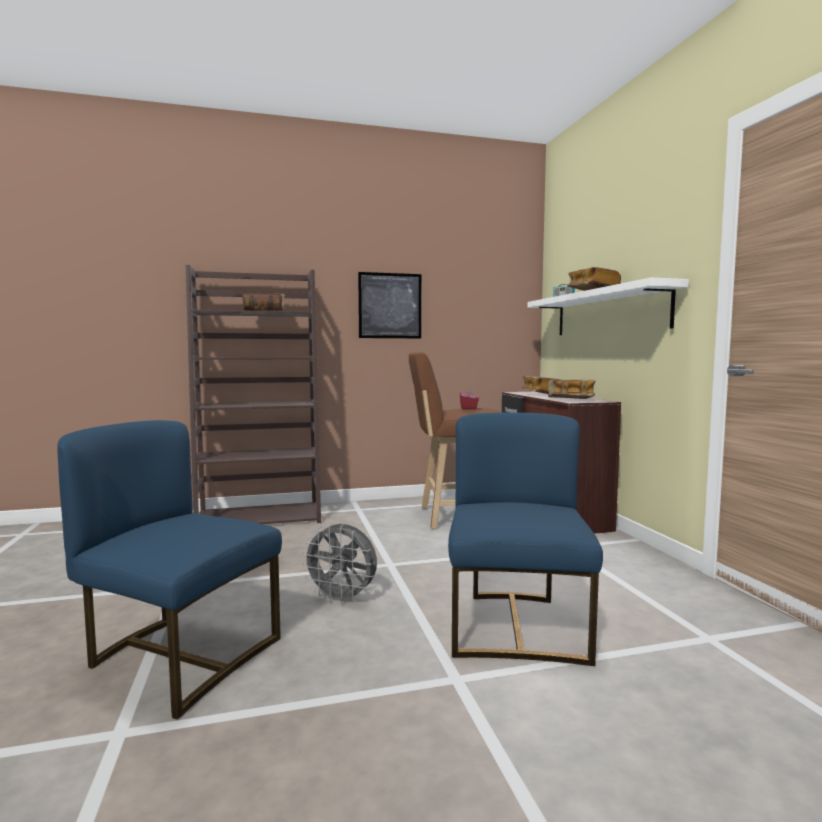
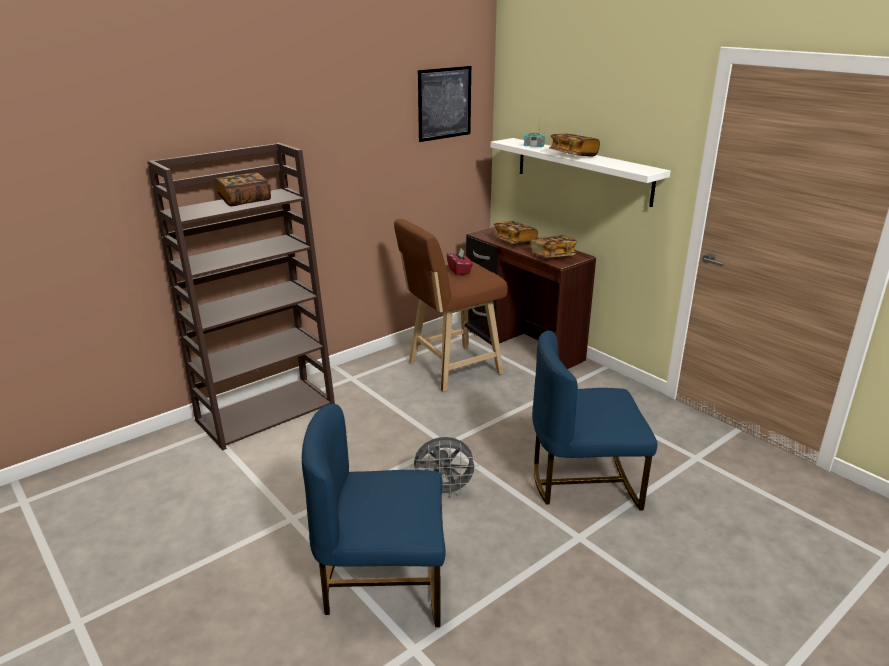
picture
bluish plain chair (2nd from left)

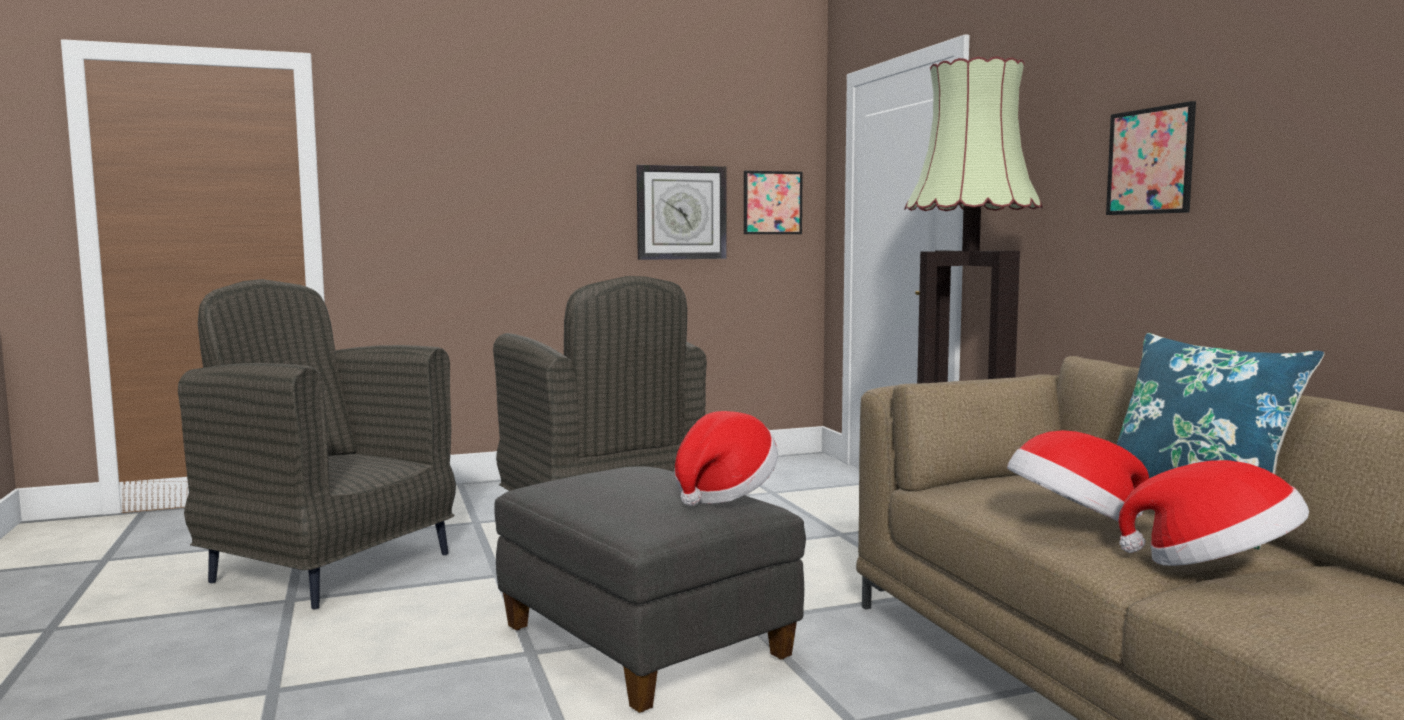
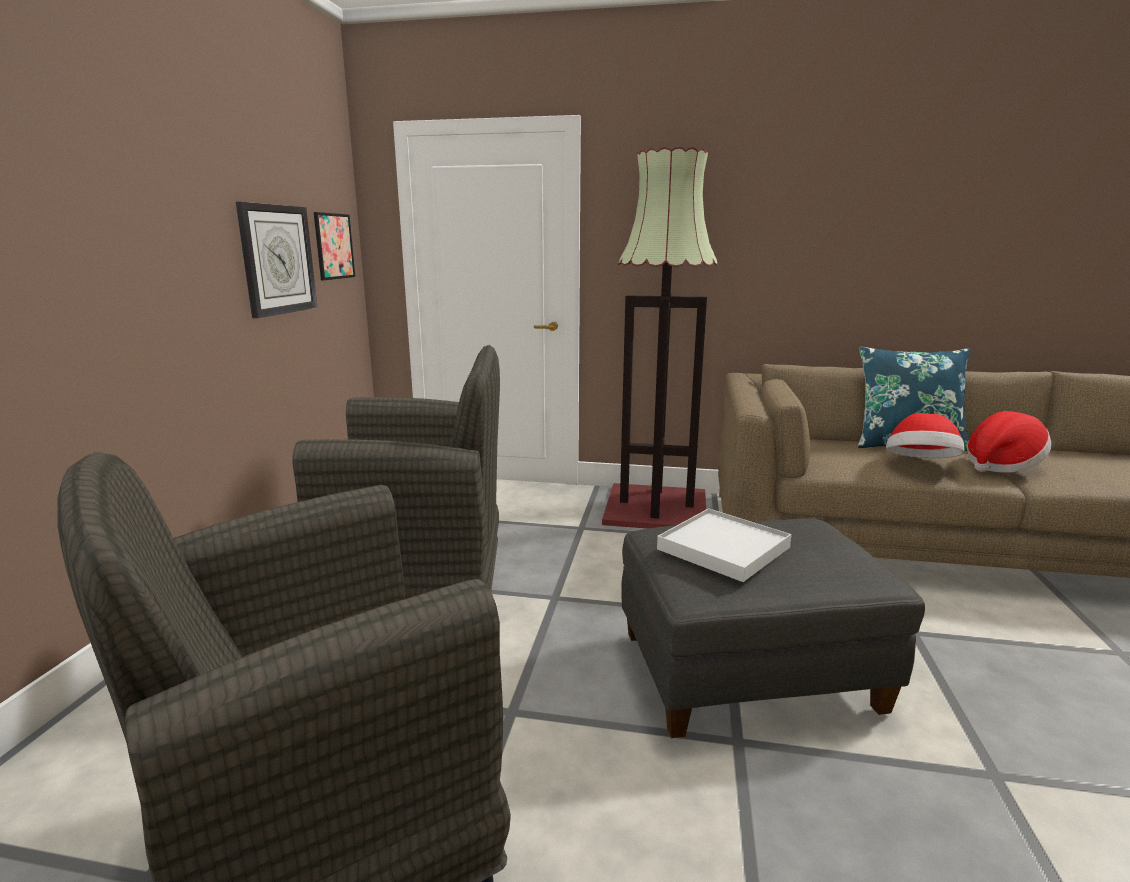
wearable hat (1st from left in the first image)
picture (2nd from left in the first image)
white-coloured carrying tray

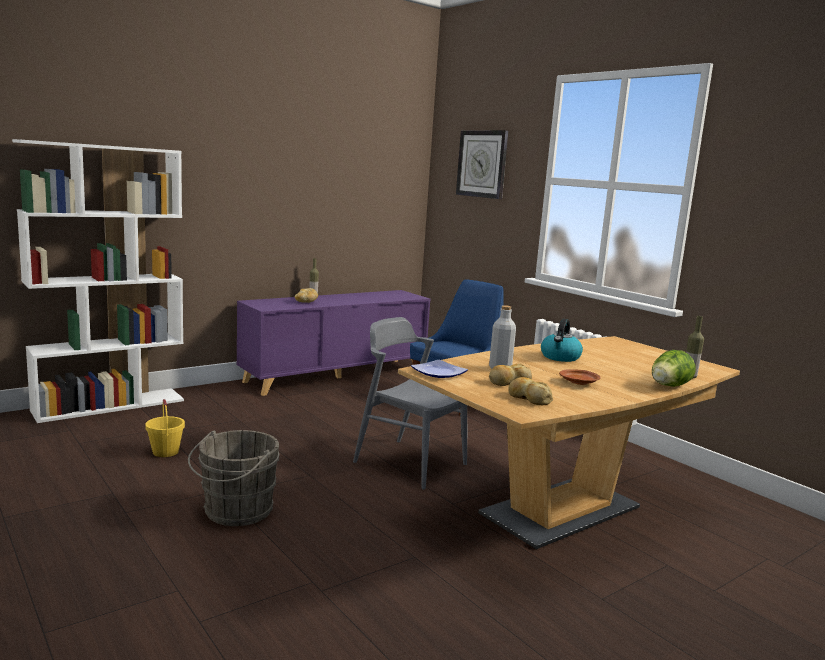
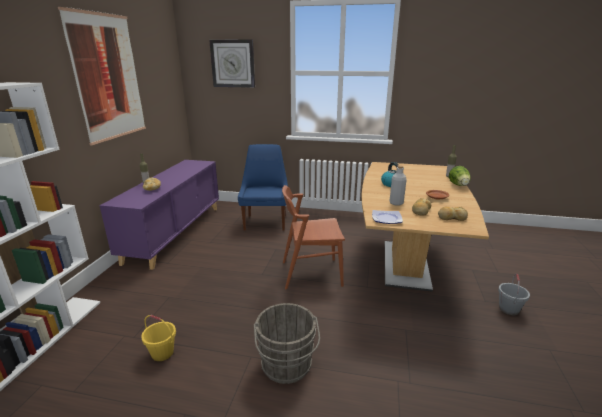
picture
greyish bucket (2nd from left)
brown-coloured plain chair

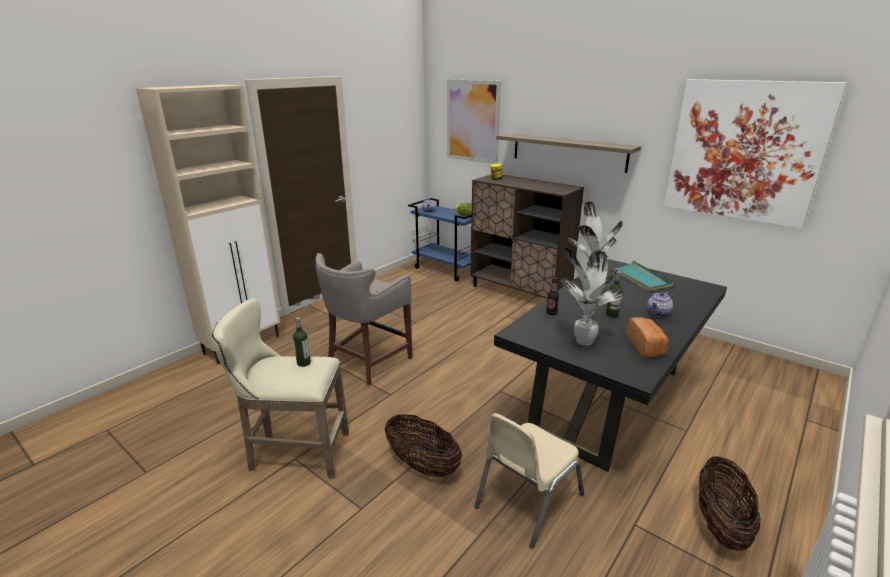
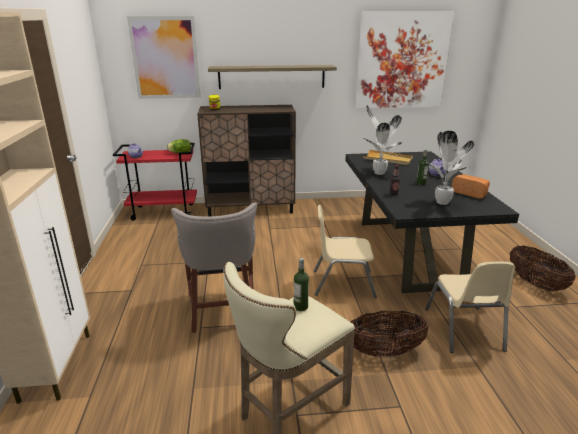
beige plain chair (1st from left)
red-coloured cart
beige carrying tray

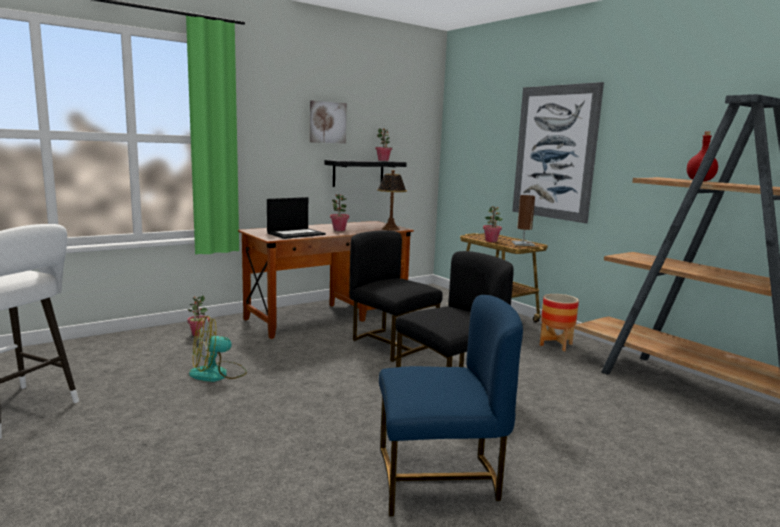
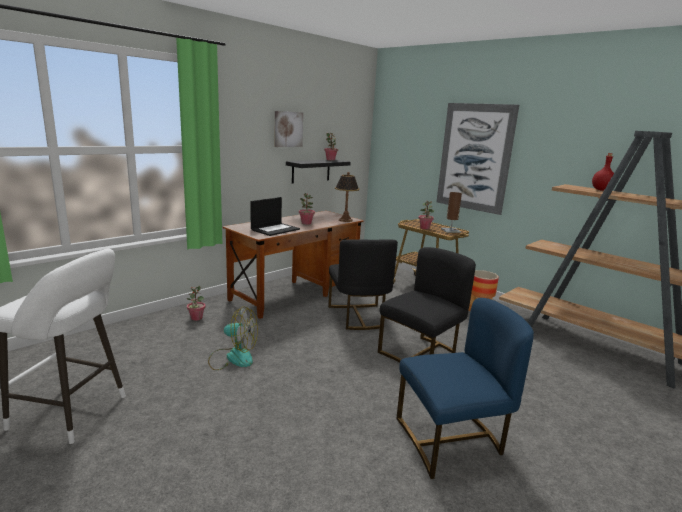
electric fan
black plain chair (1st from left)

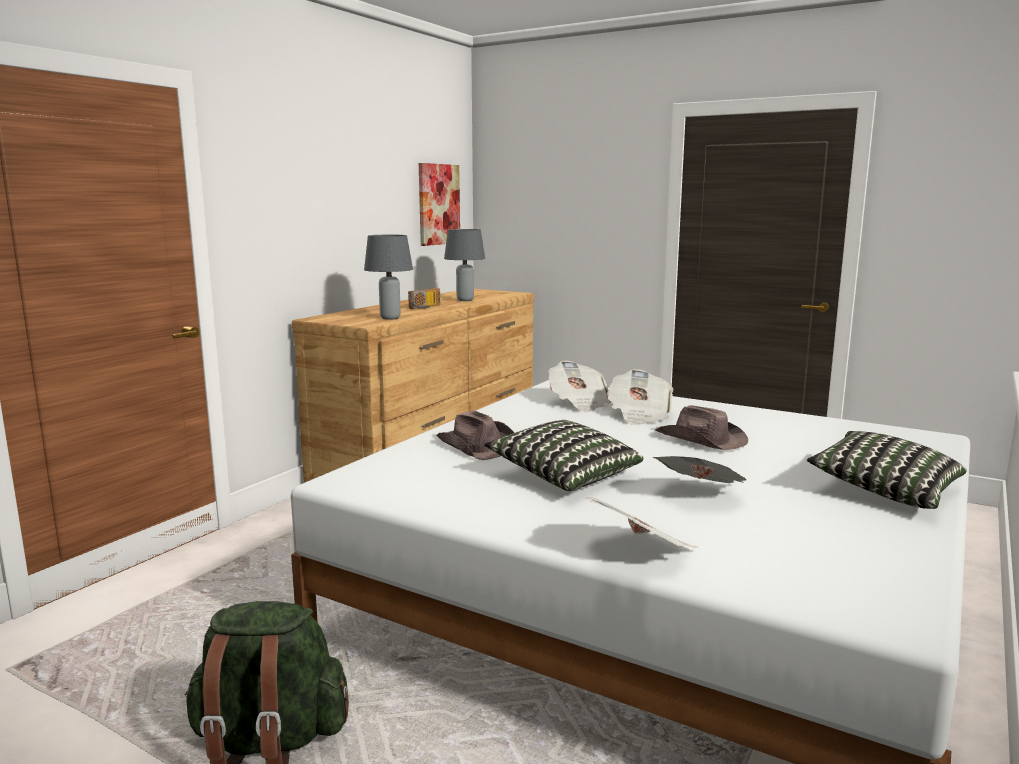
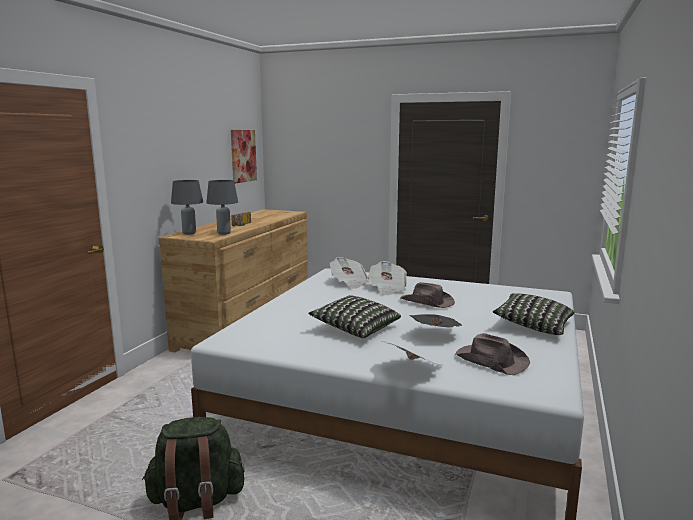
brown-coloured wearable hat (2nd from left)
greyish tabletop lamp (1st from left)

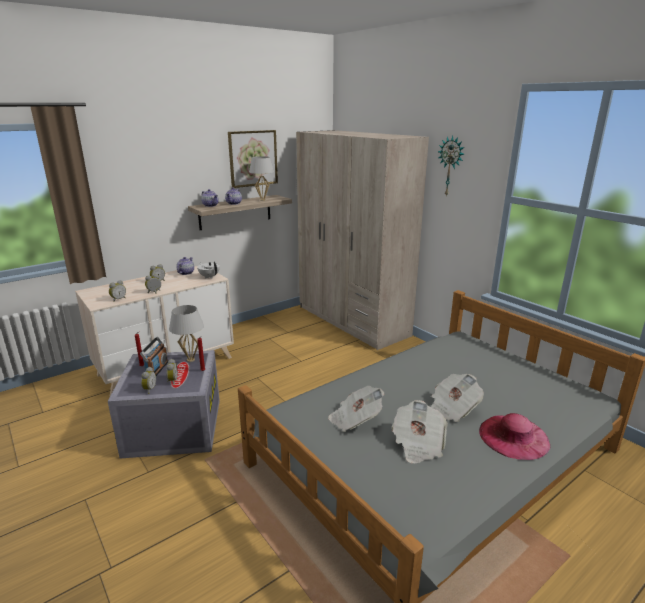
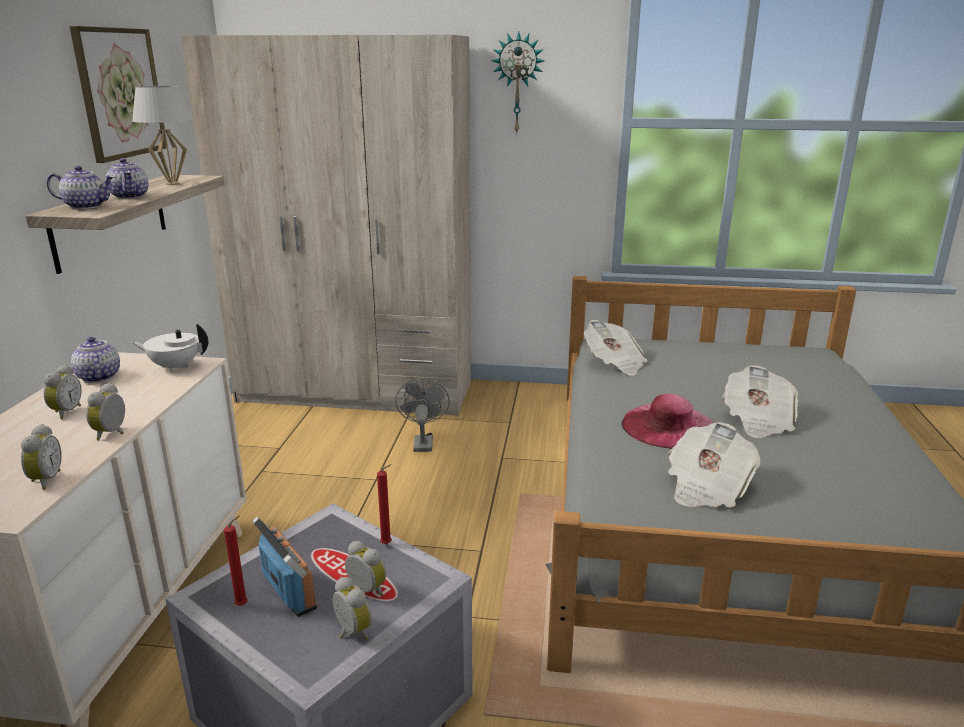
white-coloured tabletop lamp (1st from left in the first image)
greyish electric fan
newspaper (1st from left)
pink-coloured wearable hat

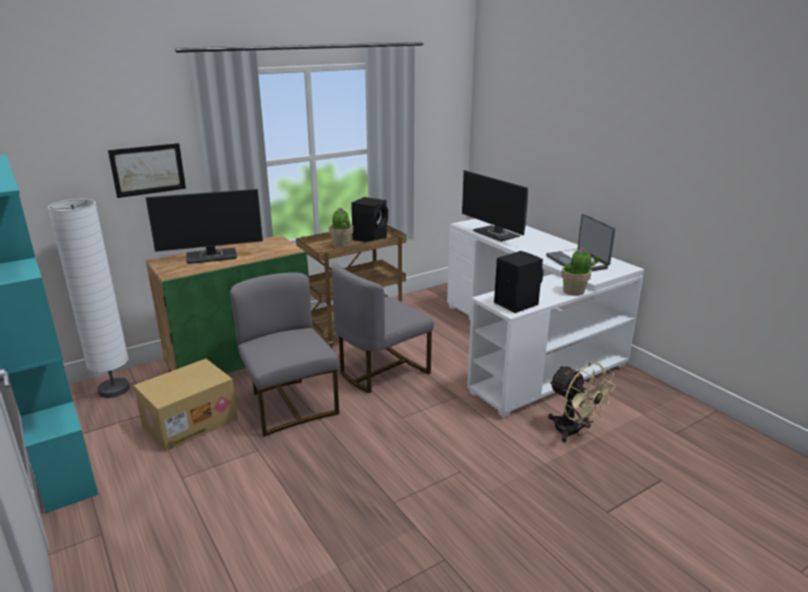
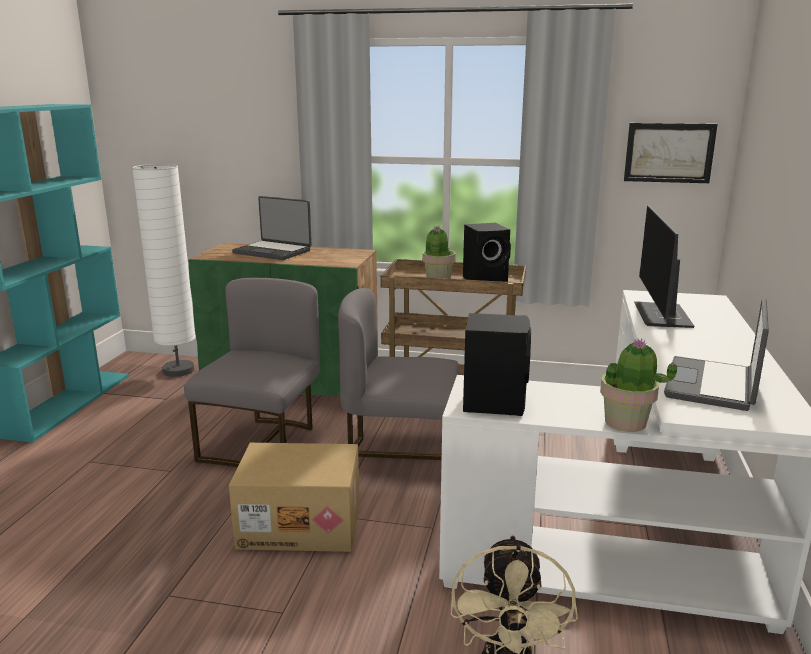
picture
carton
notebook computer (1st from left)

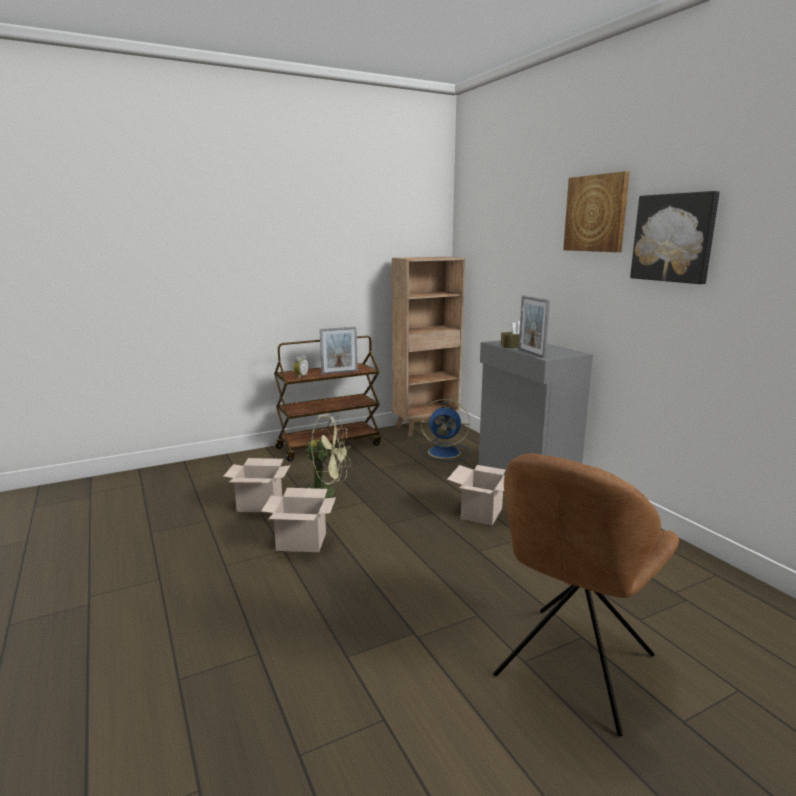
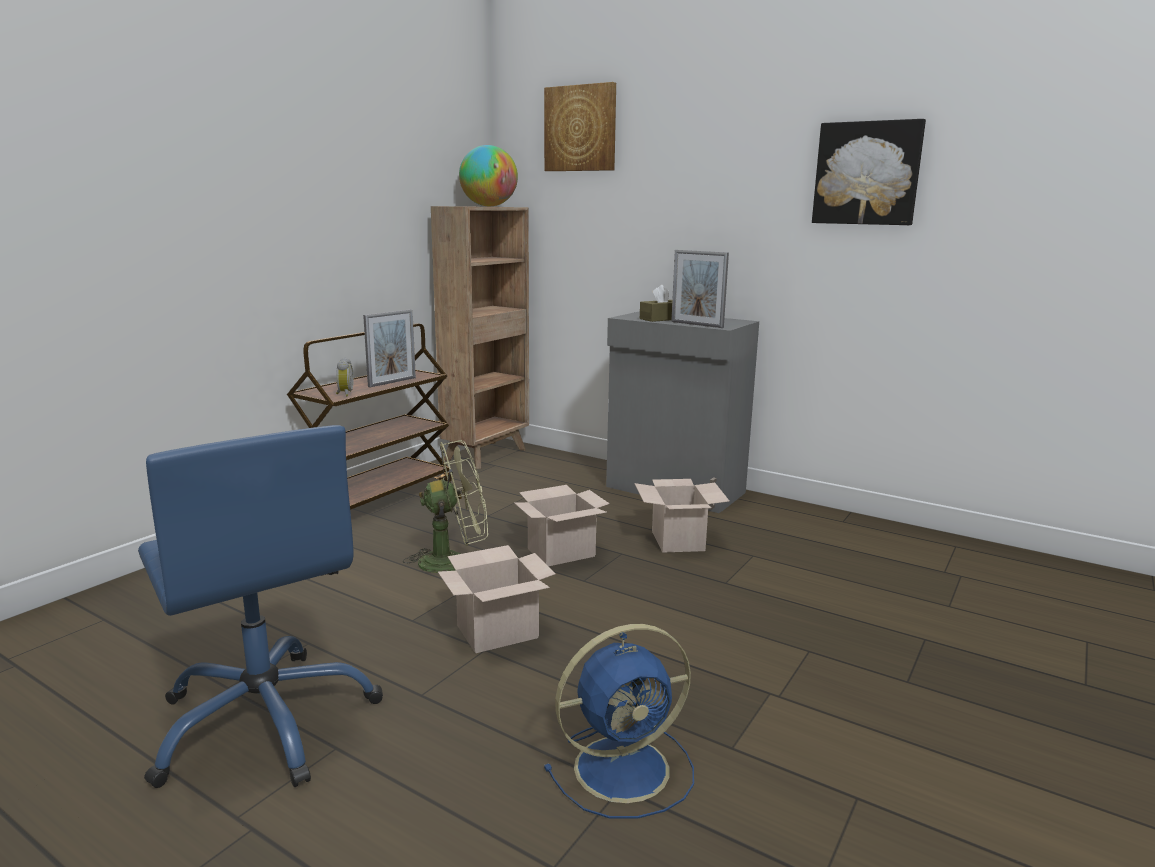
brown-coloured plain chair
bluish computer chair
desk globe
carton (2nd from left)
bluish electric fan
picture (1st from left)

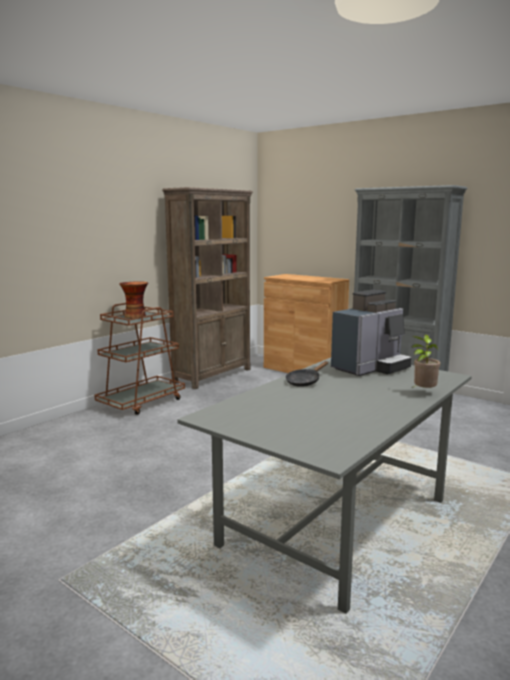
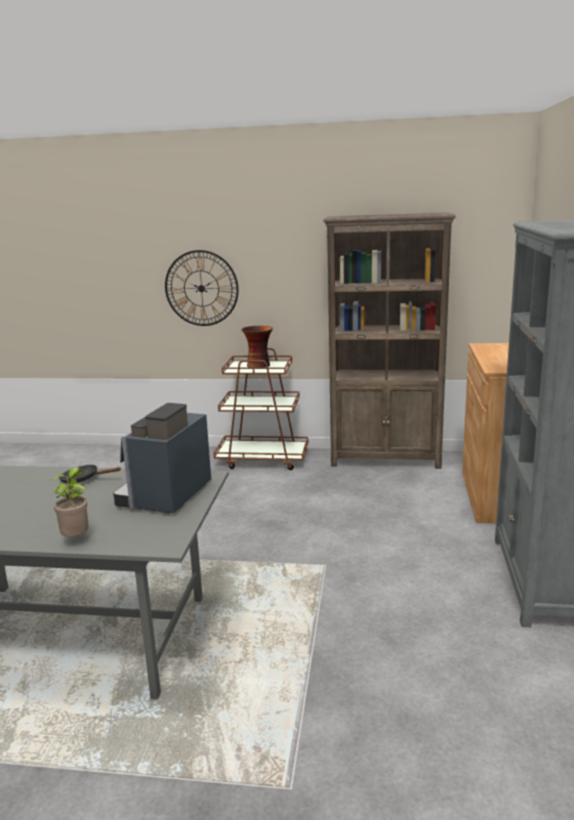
clock on the wall
coffee maker

